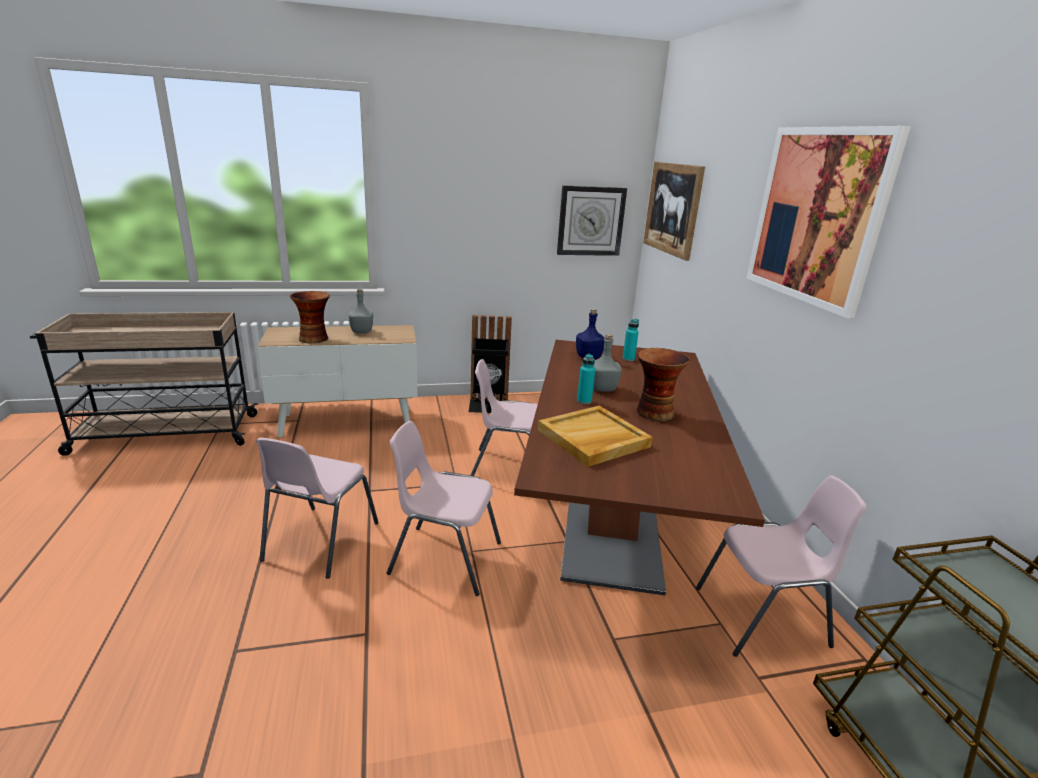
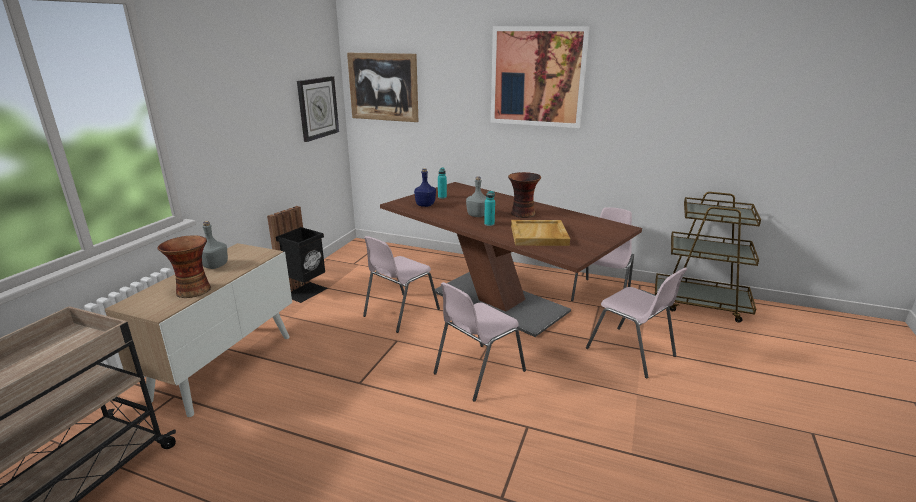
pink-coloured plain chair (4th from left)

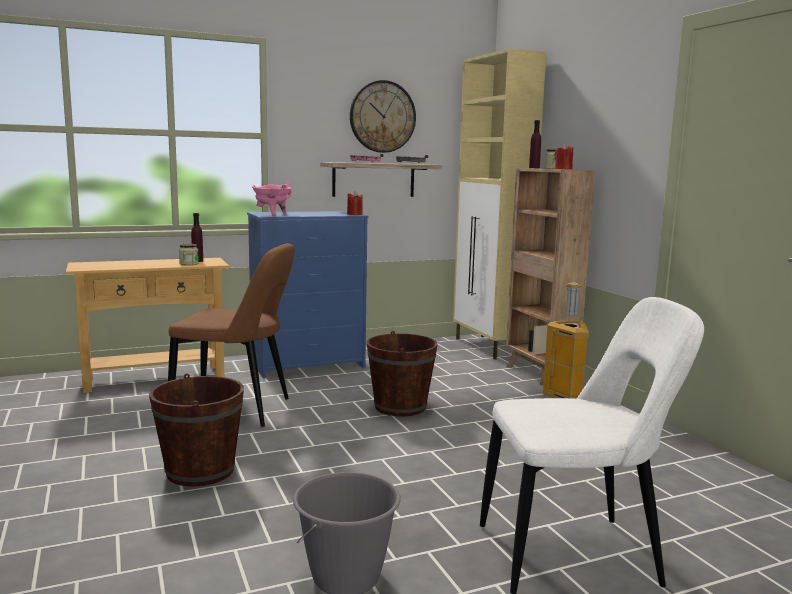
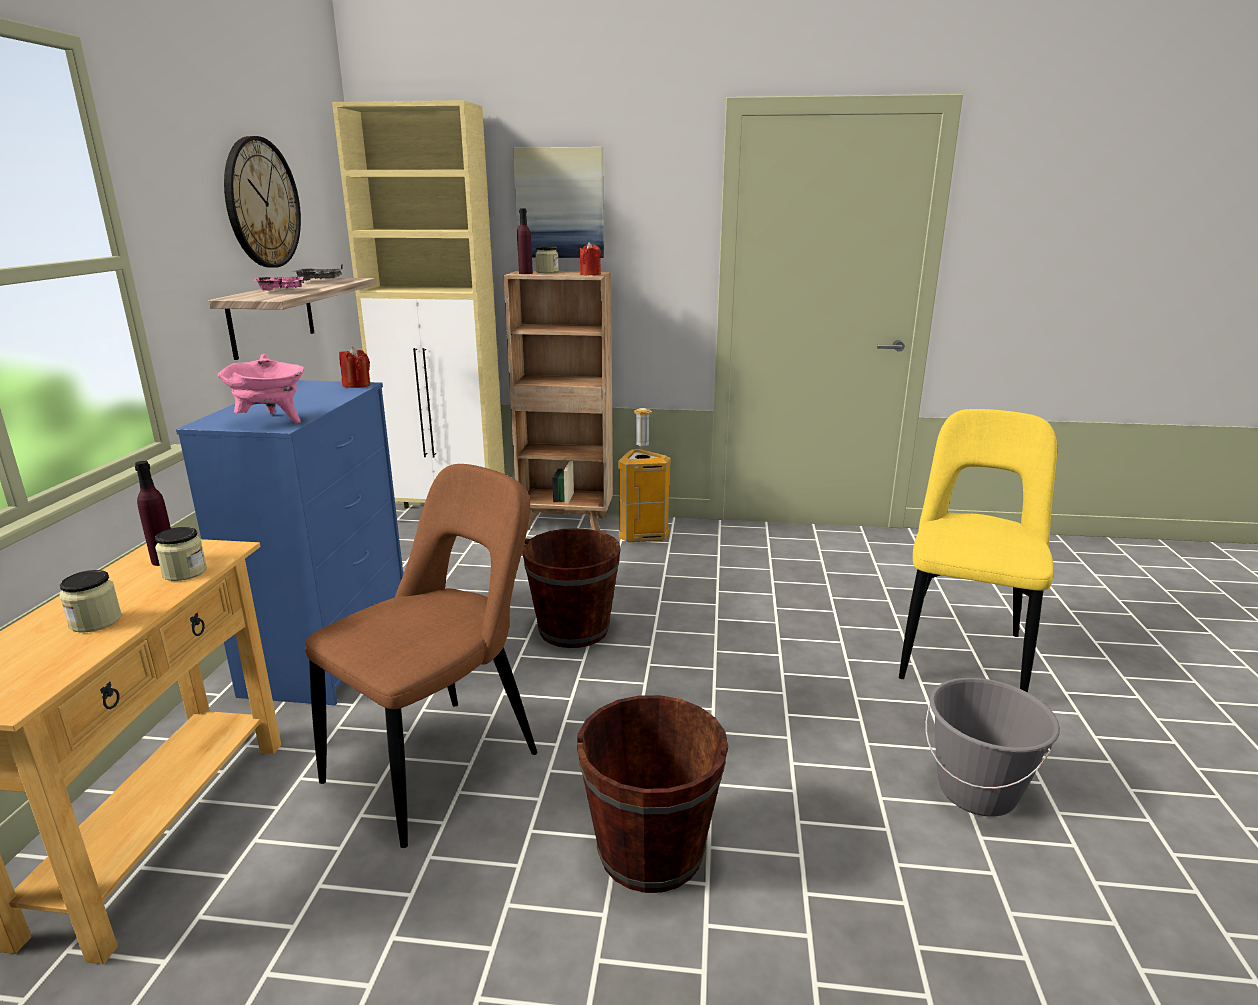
jar (1st from left)
picture
yellow plain chair

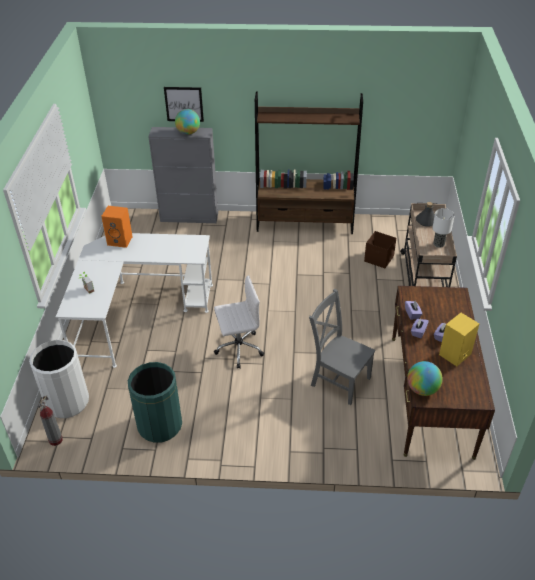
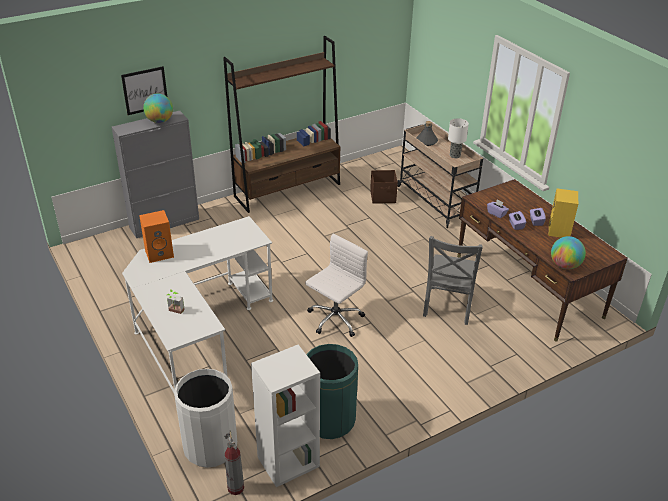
white-coloured bookcase
greyish plain chair

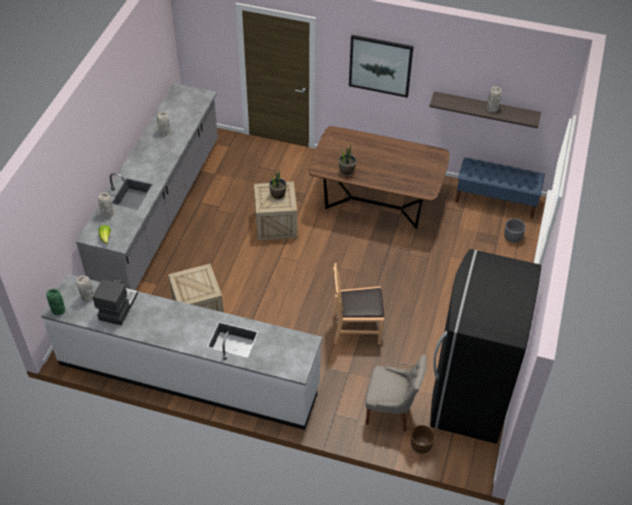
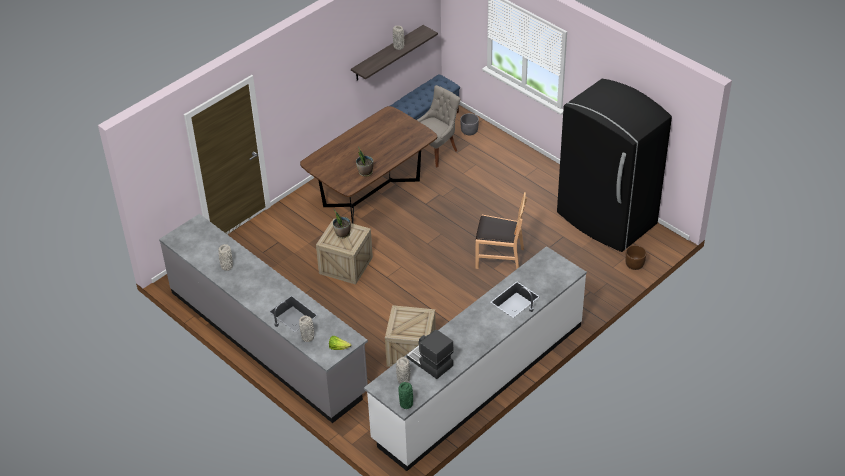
picture
greyish plain chair
brown-coloured plain chair

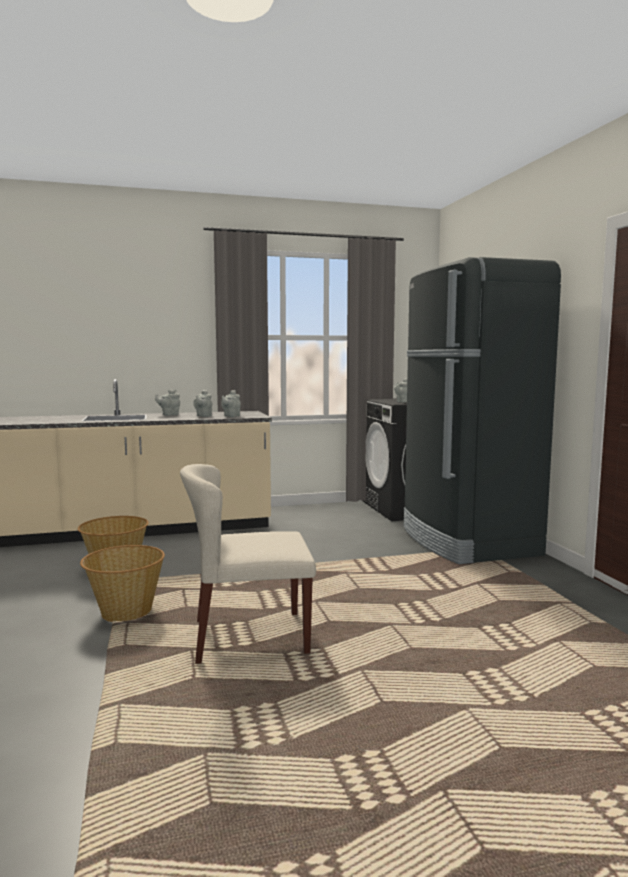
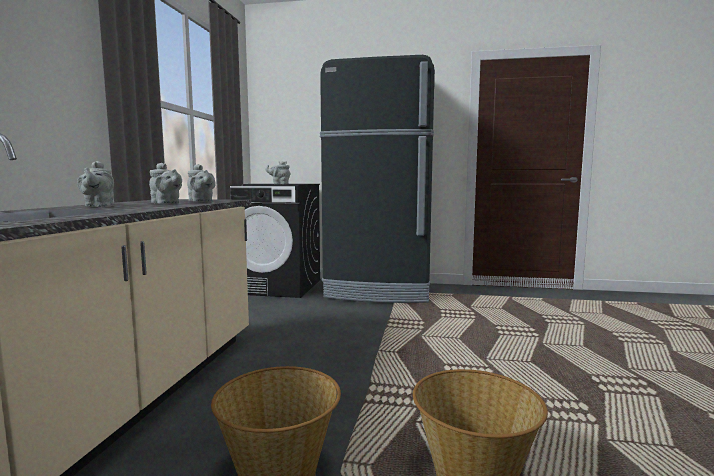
beige plain chair

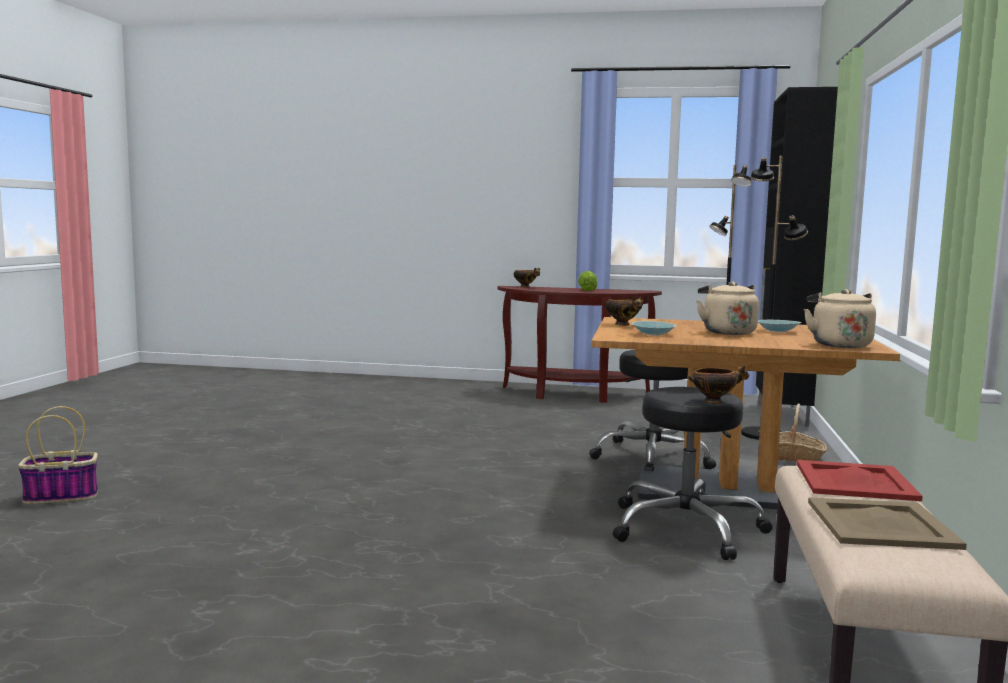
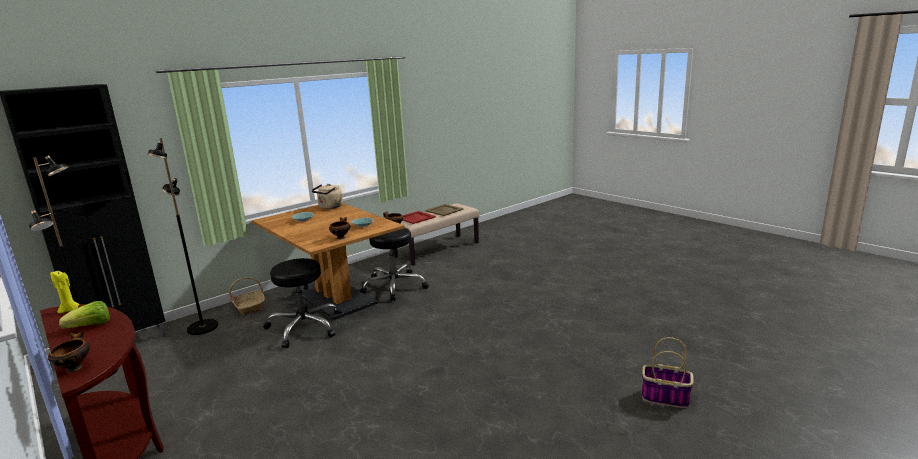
beige water kettle (1st from left in the first image)
yellow candle

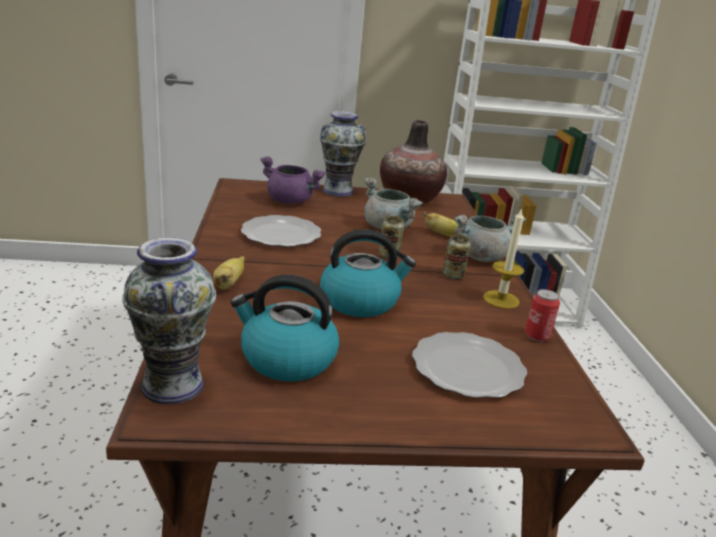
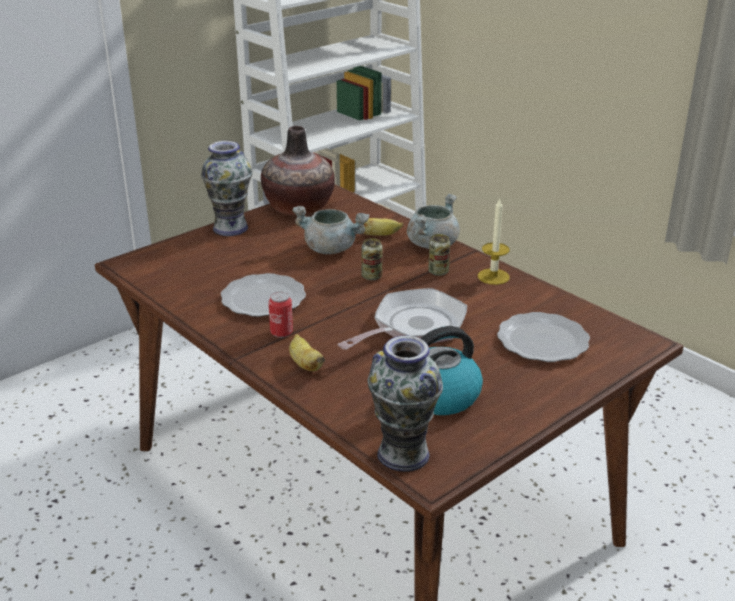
purplish cooking pot
sealed can (1st from left)
skillet

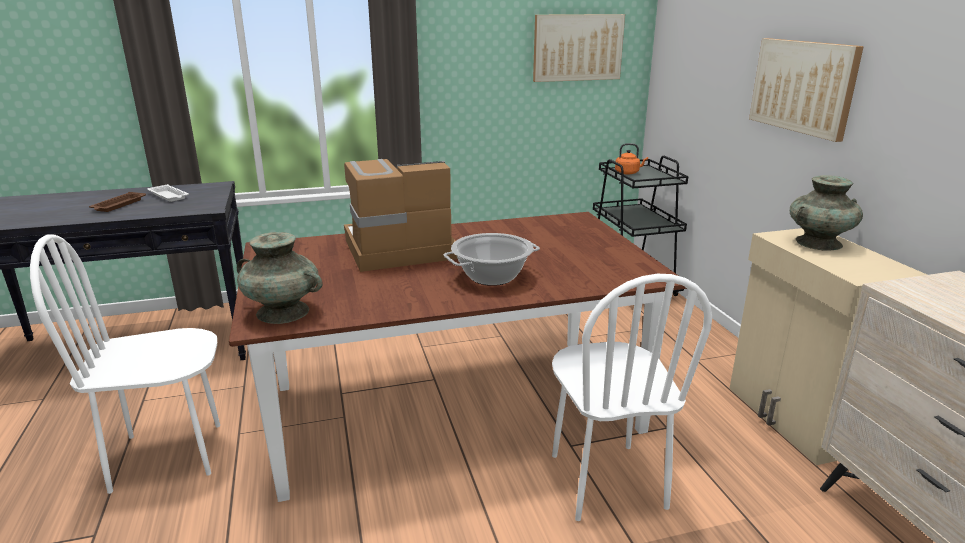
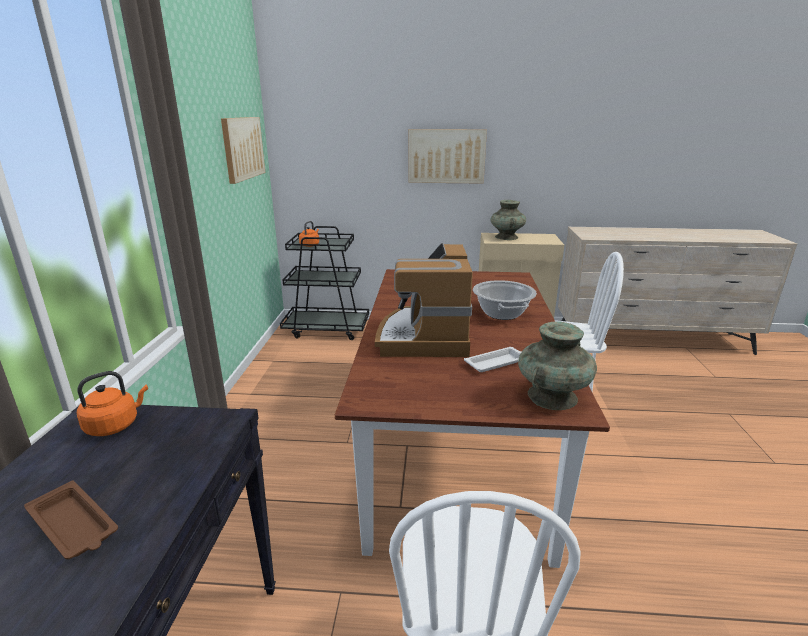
orange-coloured water kettle (1st from left)
white-coloured carrying tray

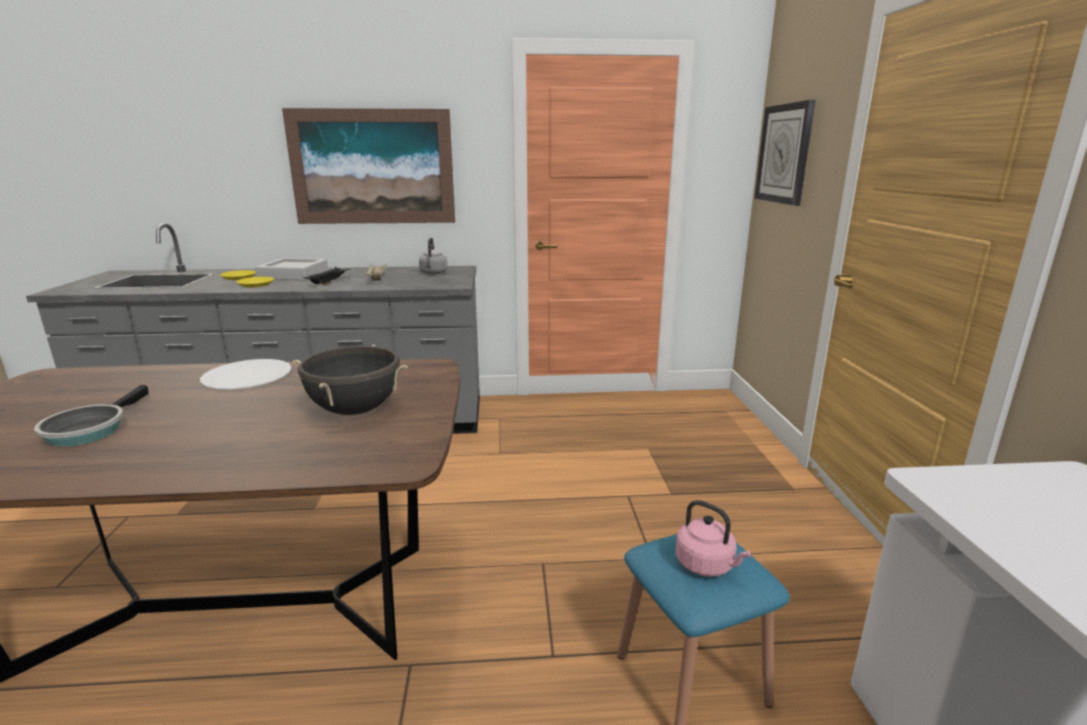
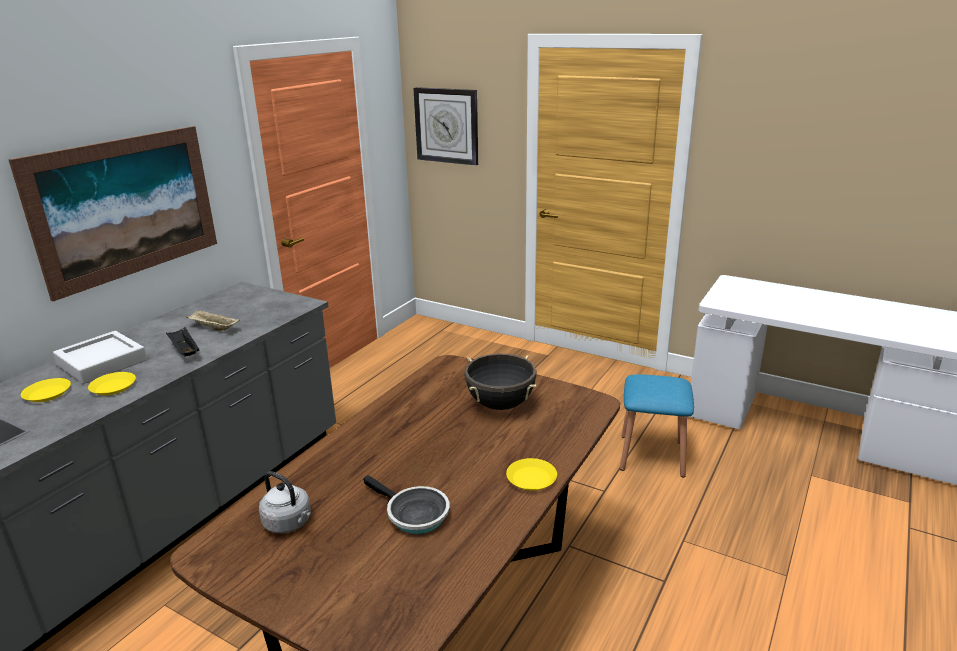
white-coloured plate
pink-coloured water kettle
yellow plate (3rd from left)
greyish water kettle

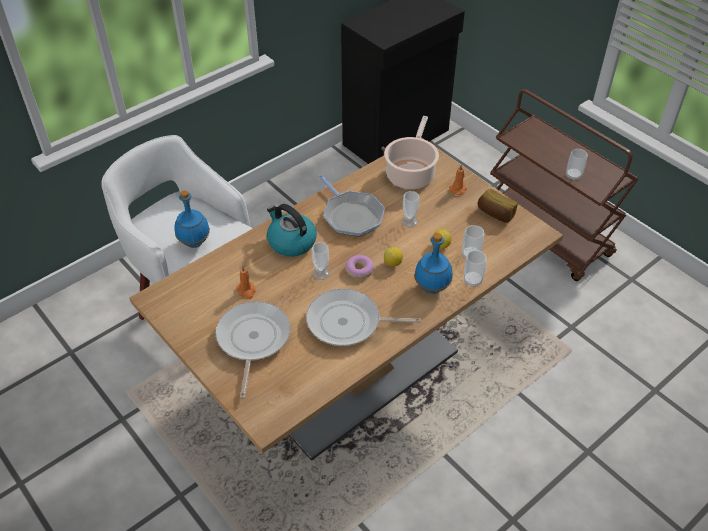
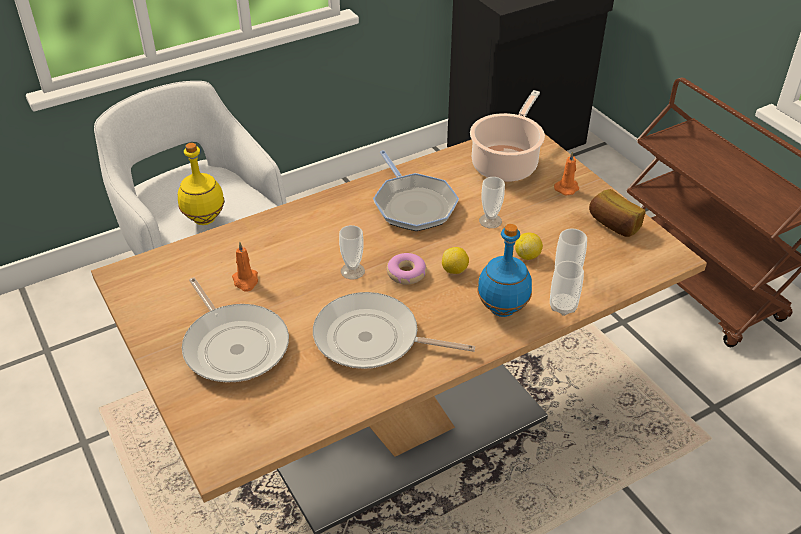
water kettle
cup (5th from left in the first image)
yellow bottle
skillet (1st from left)

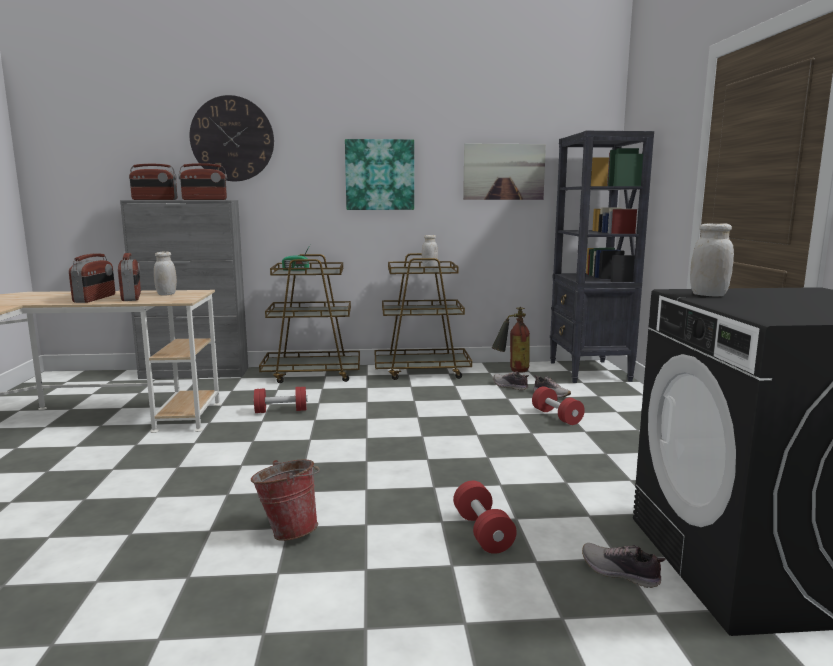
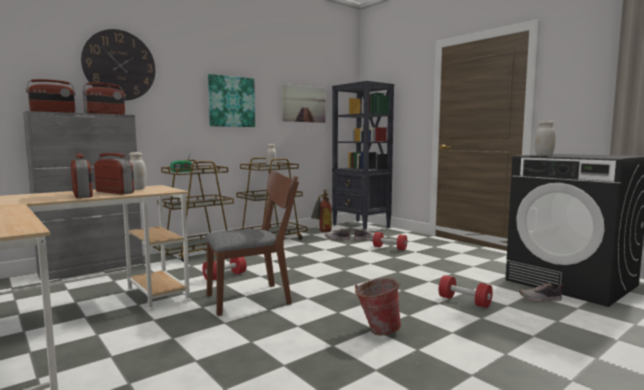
brown-coloured plain chair

